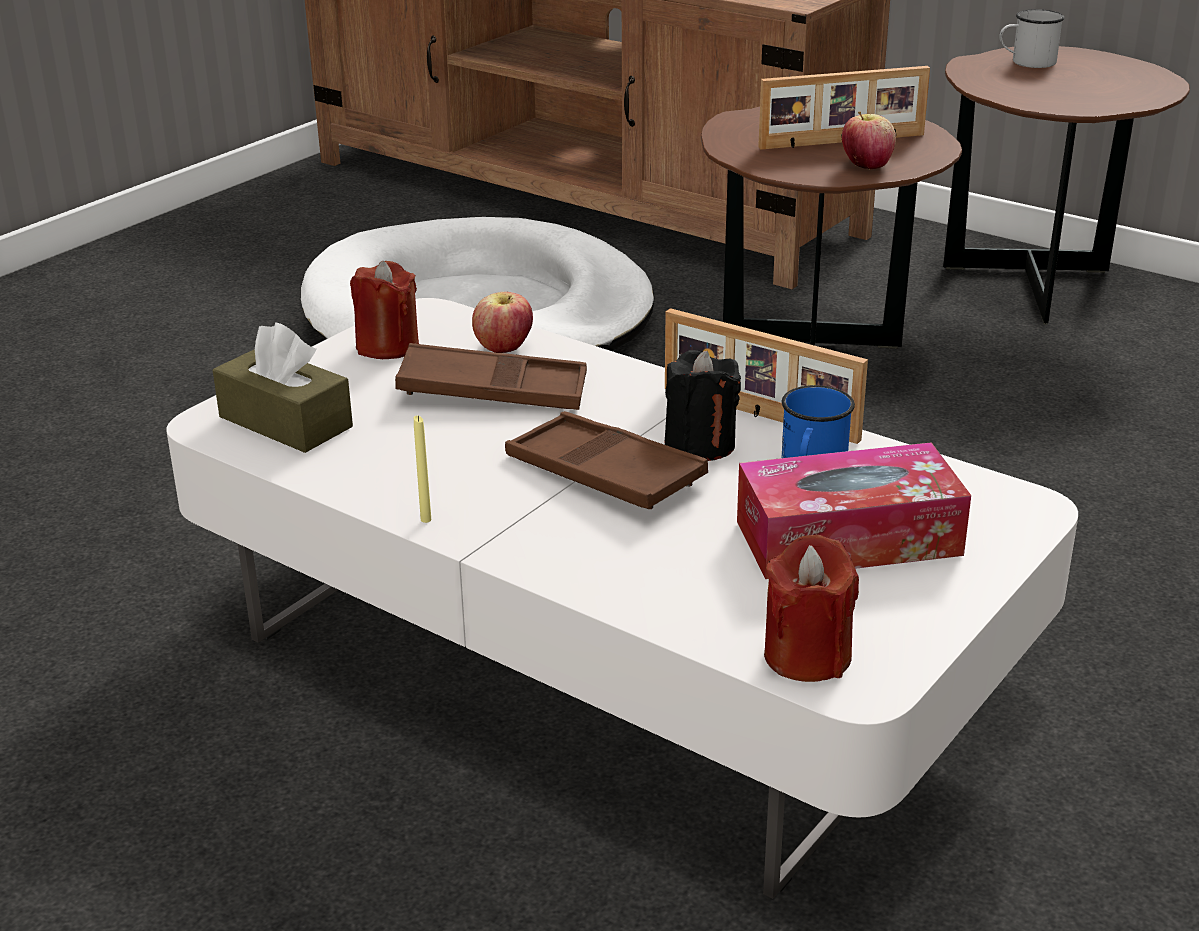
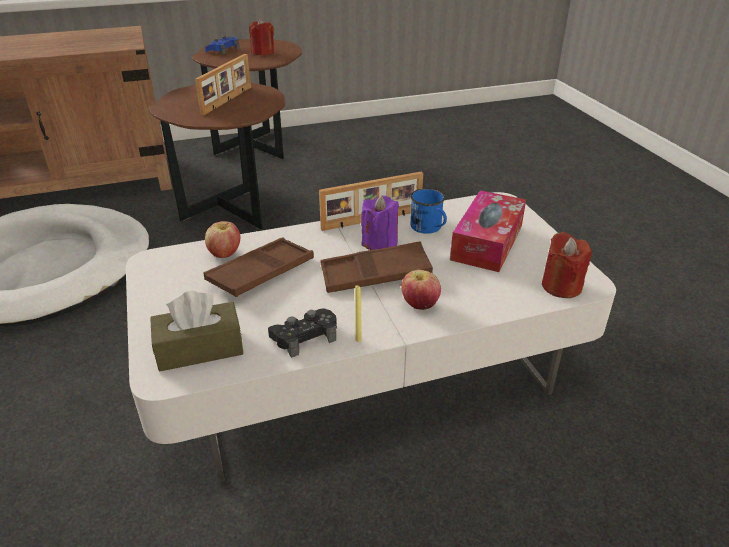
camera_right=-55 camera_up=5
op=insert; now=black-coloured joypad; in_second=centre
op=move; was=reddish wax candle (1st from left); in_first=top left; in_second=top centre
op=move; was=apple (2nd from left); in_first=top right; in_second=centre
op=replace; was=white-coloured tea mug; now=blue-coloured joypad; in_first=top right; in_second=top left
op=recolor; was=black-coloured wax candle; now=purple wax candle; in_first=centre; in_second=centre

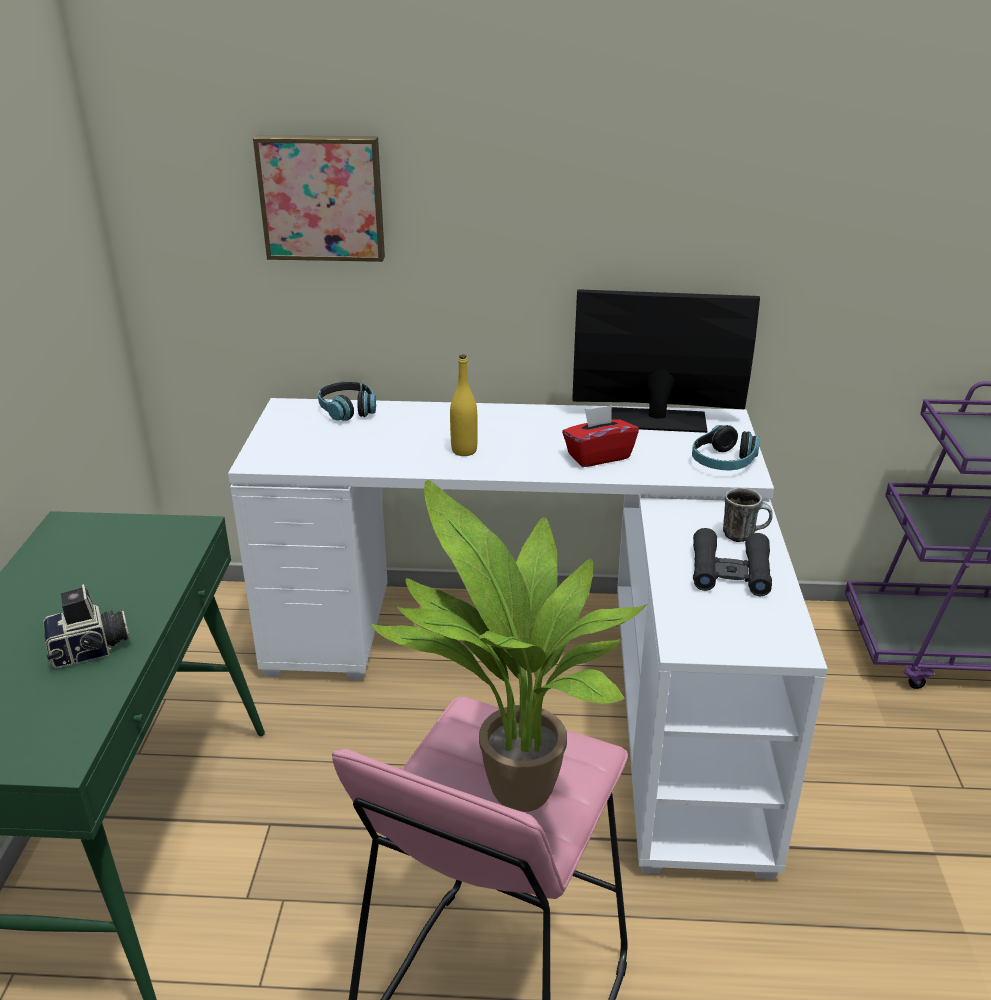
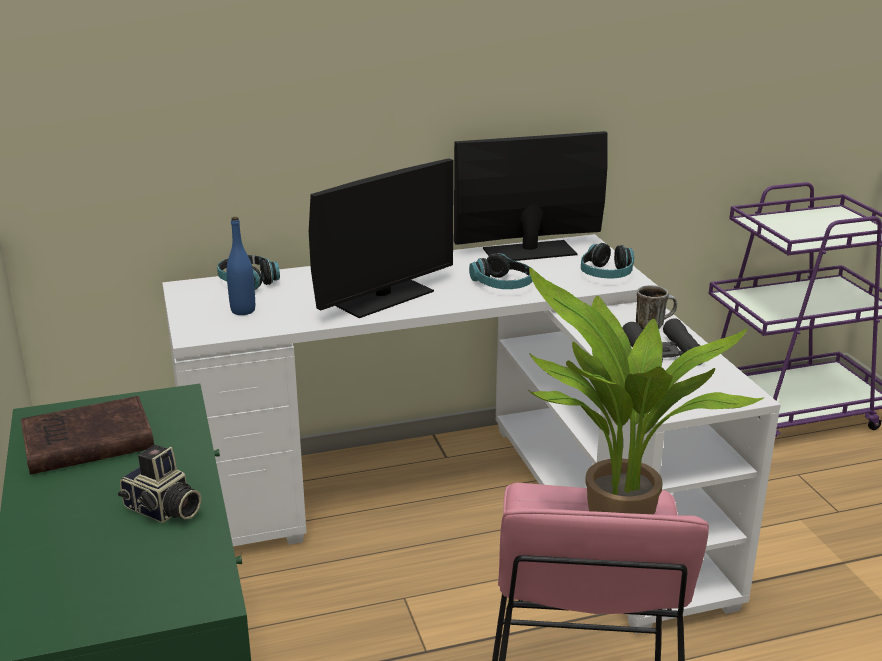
camera_right=-20 camera_up=-5
op=delete; was=wall picture; in_first=top left
op=insert; now=brownish bound book; in_second=middle left
op=insert; now=blue-coloured bottle; in_second=middle left
op=replace; was=yellowish bottle; now=monitor (1st from left); in_first=centre; in_second=centre
op=replace; was=reddish tissue box; now=headset (2nd from left); in_first=centre; in_second=centre
op=rotate; was=still camera; in_first=middle left; in_second=bottom left; clockwise=75

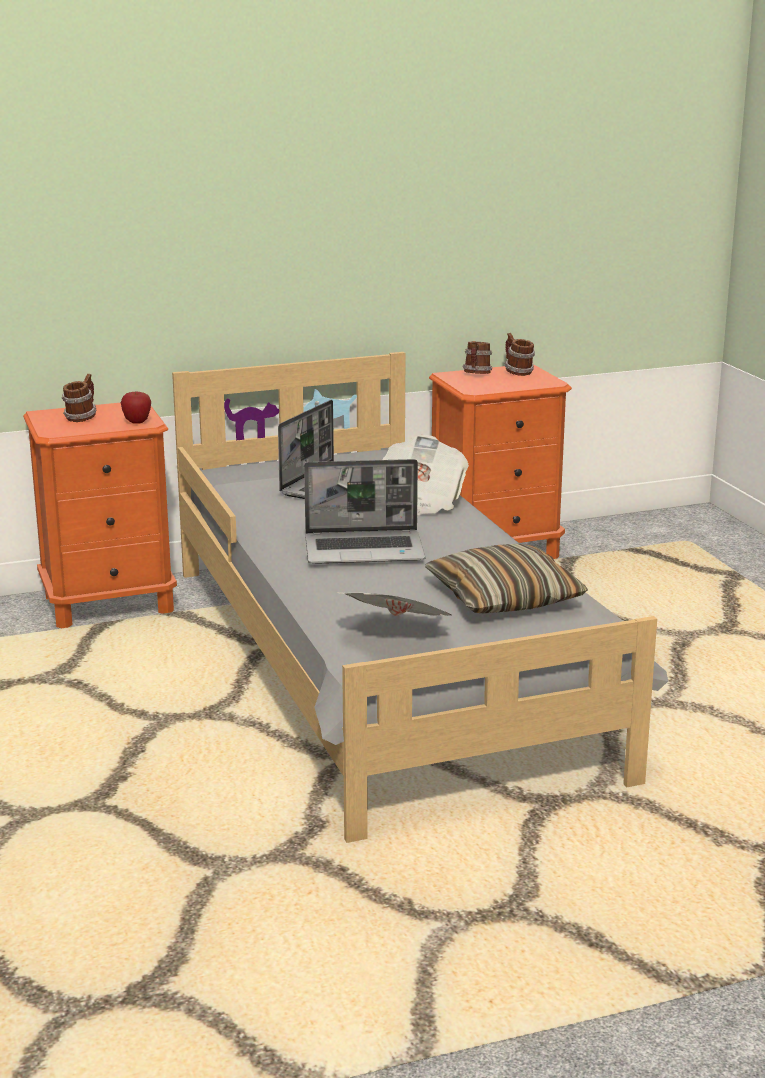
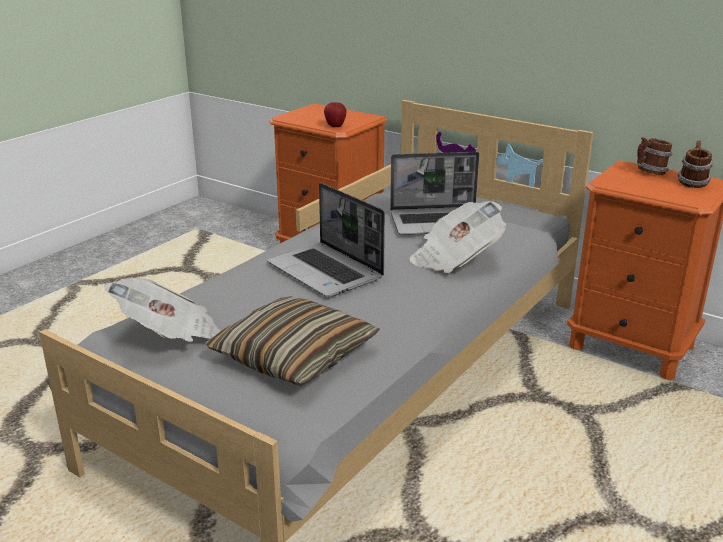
camera_right=55 camera_up=5
op=delete; was=tea mug (1st from left); in_first=middle left

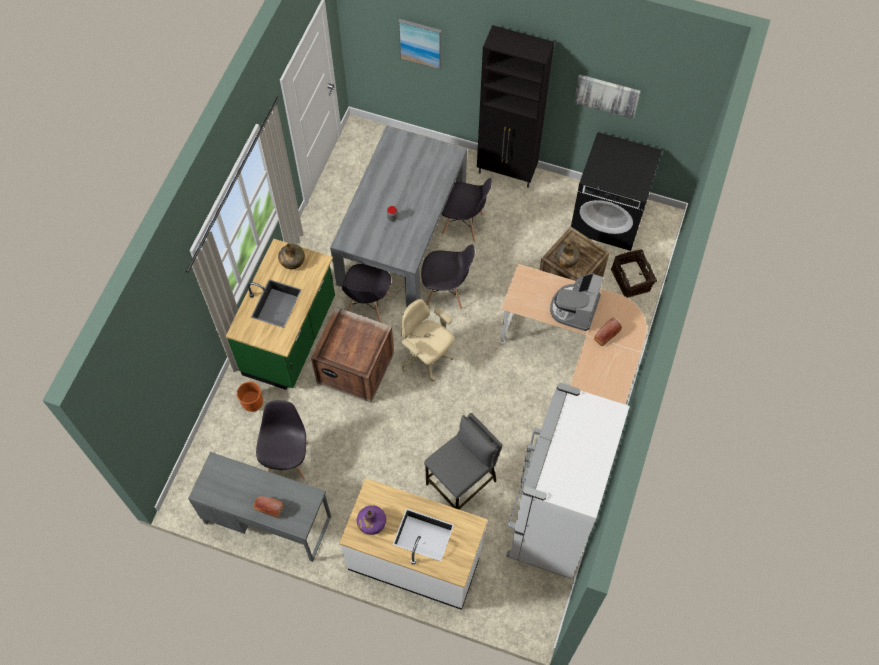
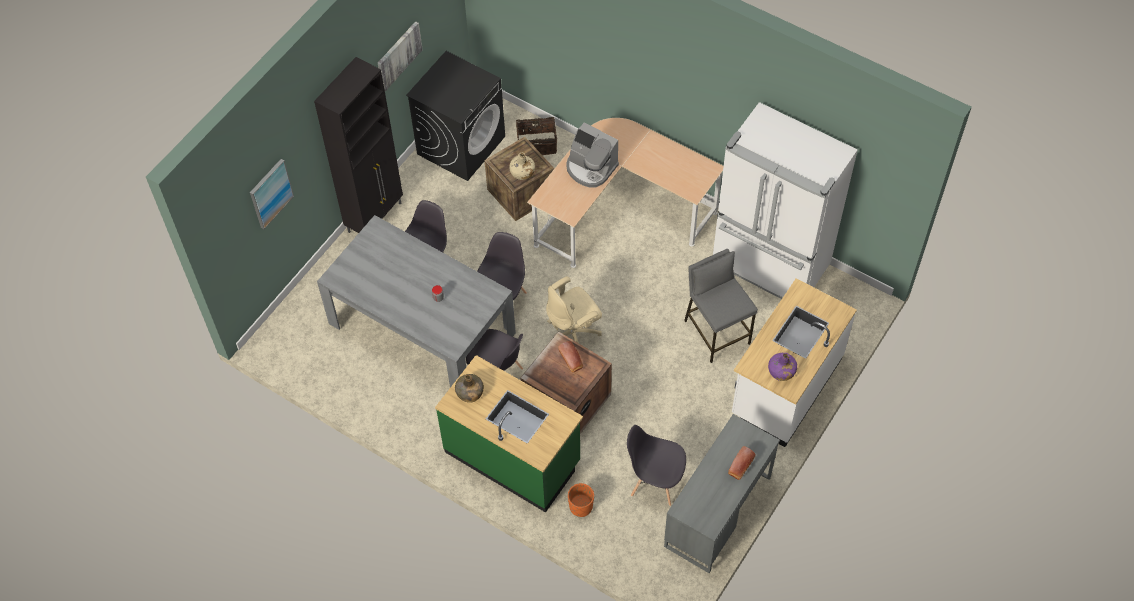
camera_right=-75 camera_up=-5
op=move; was=bread (2nd from left in the first image); now=bread (1st from left); in_first=middle right; in_second=centre
op=recolor; was=green-coloured bottle (2nd from left); now=sand-coloured bottle; in_first=centre; in_second=top centre

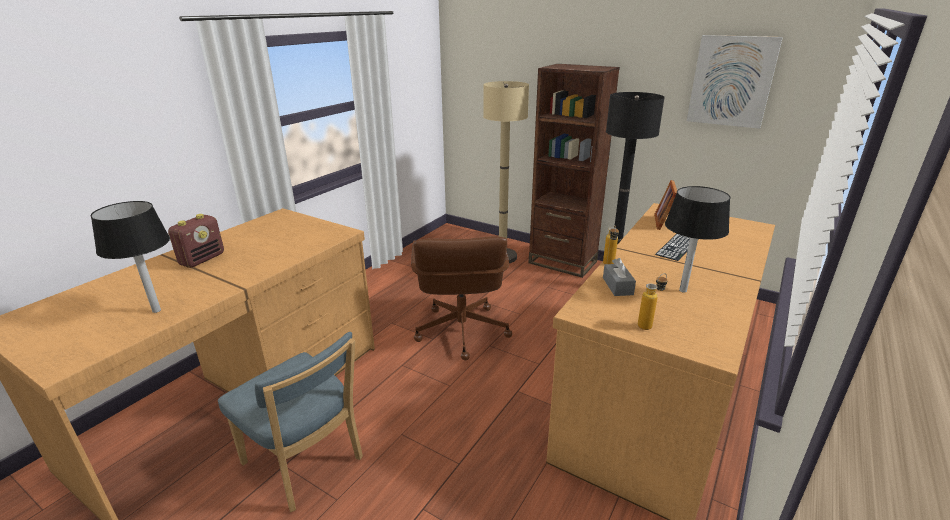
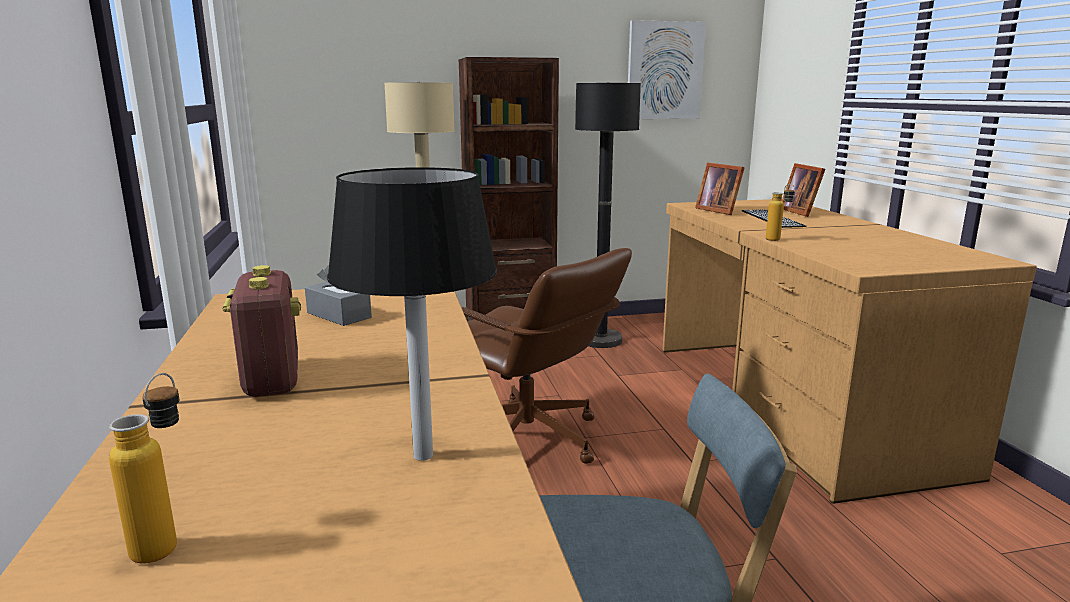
camera_right=-45 camera_up=-10
op=delete; was=black-coloured lamp for a table (2nd from left); in_first=middle right
op=insert; now=standing frame (2nd from left); in_second=top right
op=move; was=grey tissue box; in_first=centre; in_second=middle left
op=move; was=bottle (2nd from left in the first image); now=bottle (1st from left); in_first=middle right; in_second=bottom left

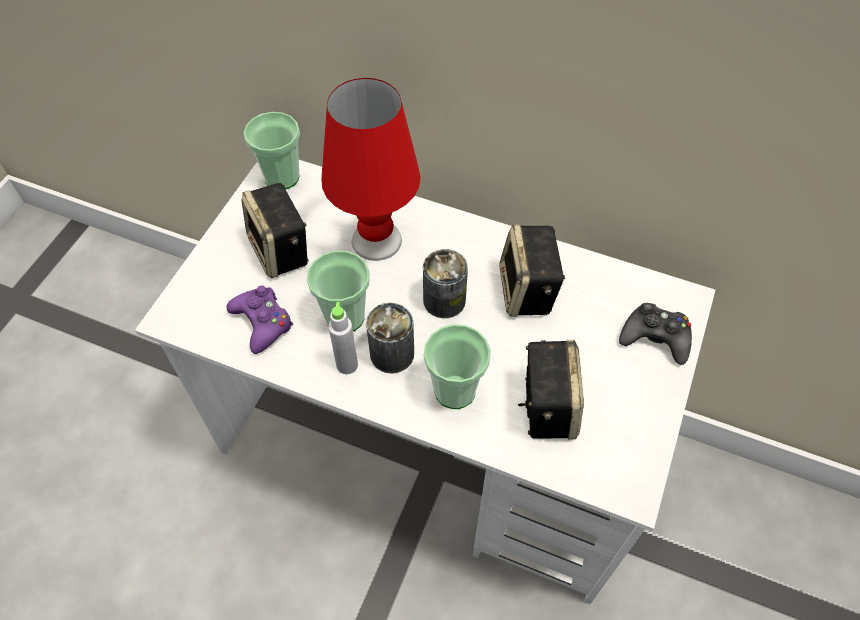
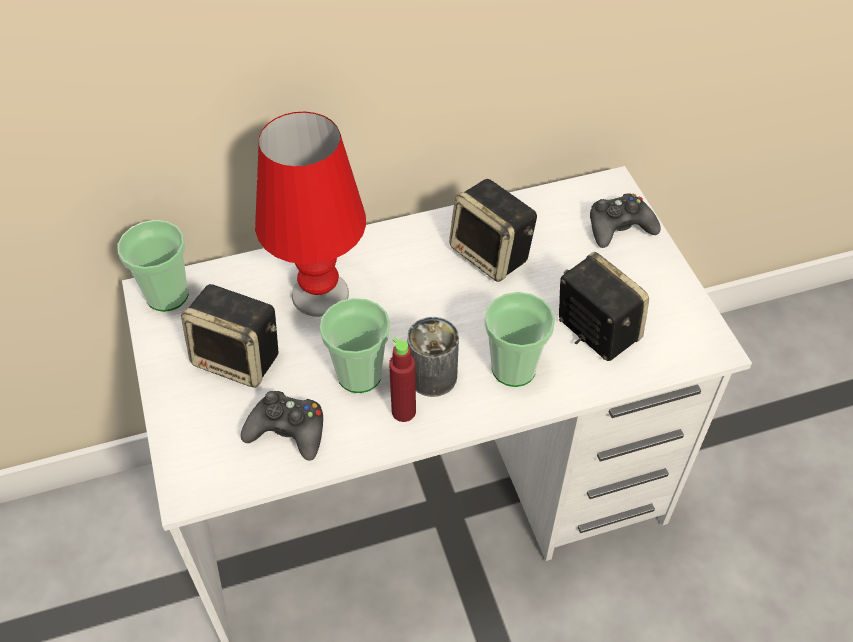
camera_right=-40 camera_up=-5
op=delete; was=metal can (2nd from left); in_first=centre
op=recolor; was=purple joypad; now=black-coloured joypad (1st from left); in_first=middle left; in_second=middle left
op=recolor; was=grey bottle; now=reddish bottle; in_first=centre; in_second=centre

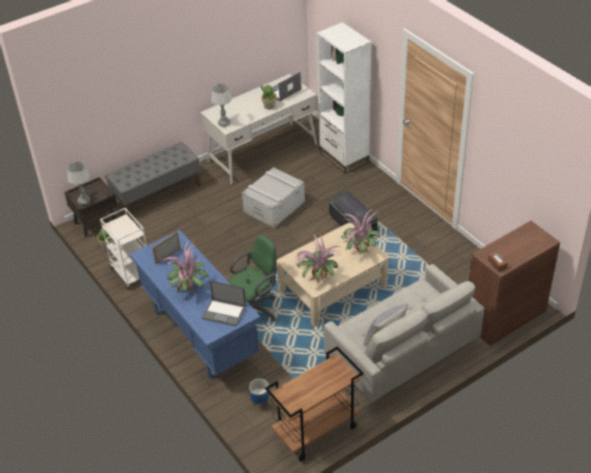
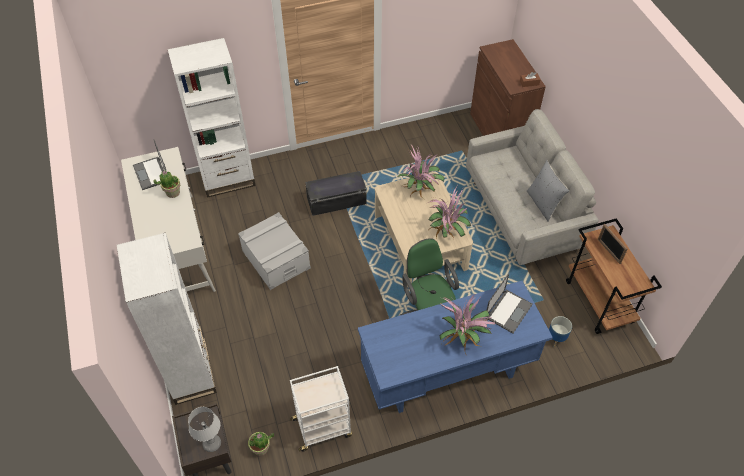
camera_right=-75 camera_up=10
op=delete; was=lamp for a table (2nd from left); in_first=top centre
op=move; was=standing frame; in_first=middle left; in_second=middle right
op=replace; was=grey indoor bench; now=white-coloured bookshelf (1st from left); in_first=middle left; in_second=bottom left

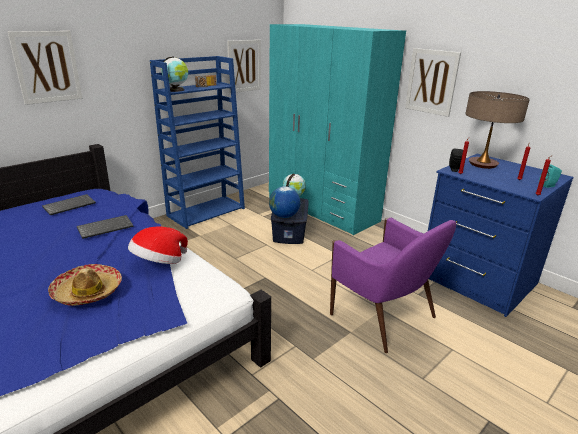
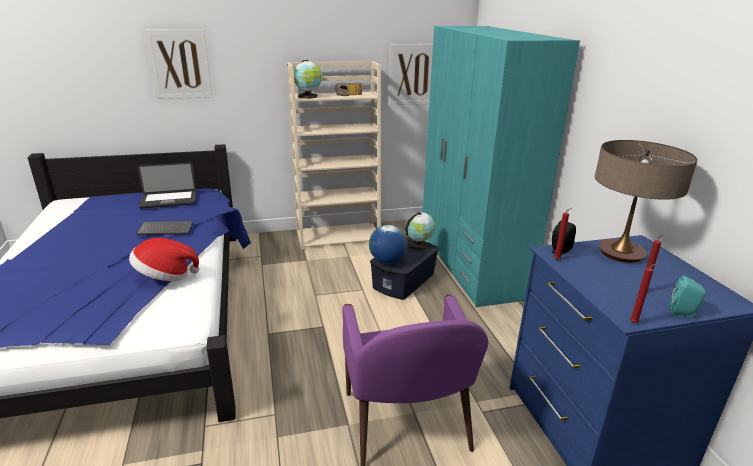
camera_right=30 camera_up=0
op=delete; was=hat (1st from left); in_first=middle left
op=delete; was=wall picture (3rd from left); in_first=top right
op=replace; was=PC keyboard (1st from left); now=portable computer; in_first=middle left; in_second=middle left
op=recolor; was=blue-coloured bookshelf; now=sand-coloured bookshelf; in_first=top centre; in_second=top centre

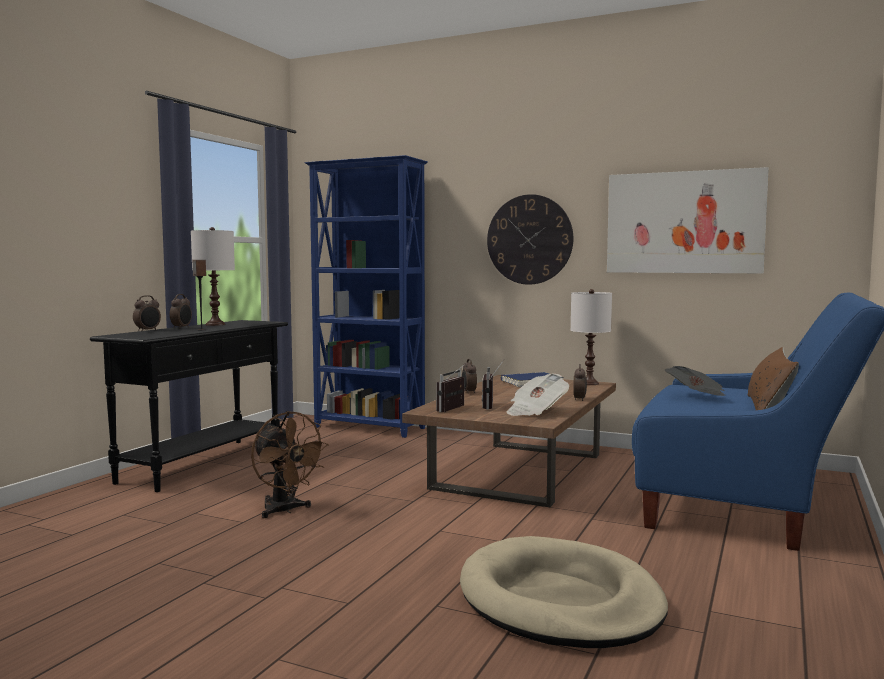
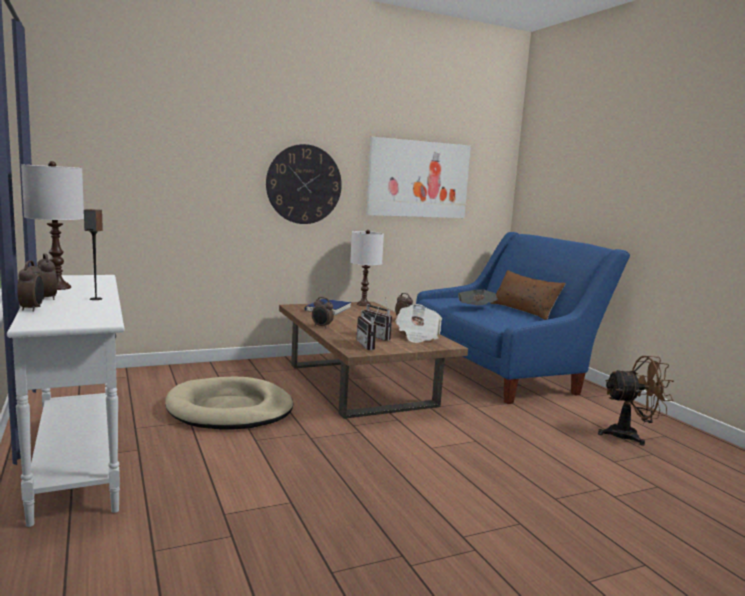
camera_right=-50 camera_up=5
op=delete; was=blue-coloured bookshelf; in_first=centre
op=move; was=brownish fan; in_first=bottom left; in_second=bottom right
op=move; was=sand-coloured pet bed; in_first=bottom centre; in_second=bottom left
op=recolor; was=black-coloured console table; now=white-coloured console table; in_first=middle left; in_second=bottom left

